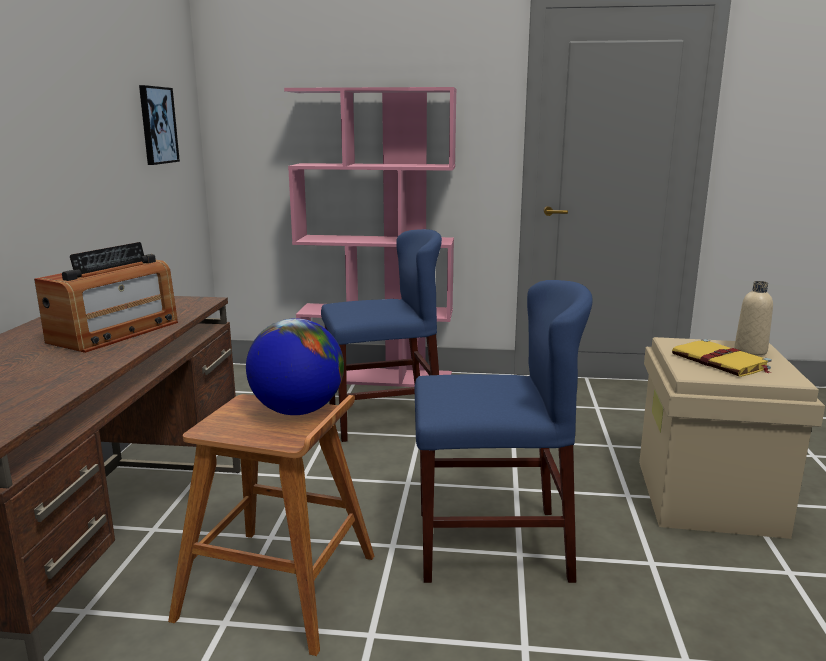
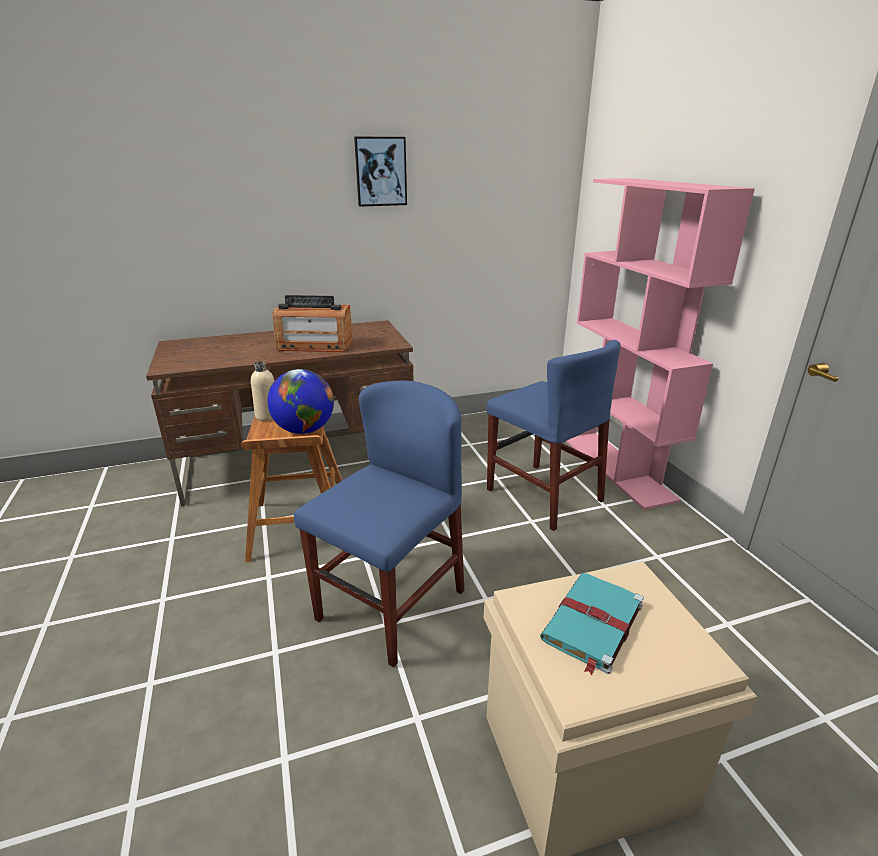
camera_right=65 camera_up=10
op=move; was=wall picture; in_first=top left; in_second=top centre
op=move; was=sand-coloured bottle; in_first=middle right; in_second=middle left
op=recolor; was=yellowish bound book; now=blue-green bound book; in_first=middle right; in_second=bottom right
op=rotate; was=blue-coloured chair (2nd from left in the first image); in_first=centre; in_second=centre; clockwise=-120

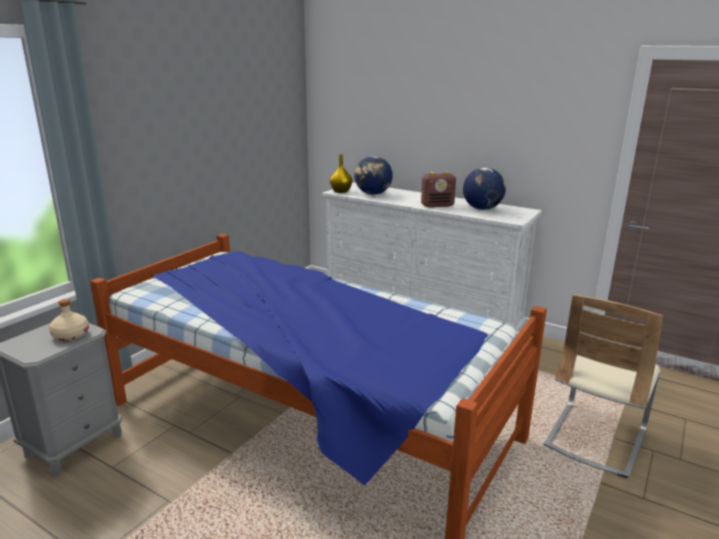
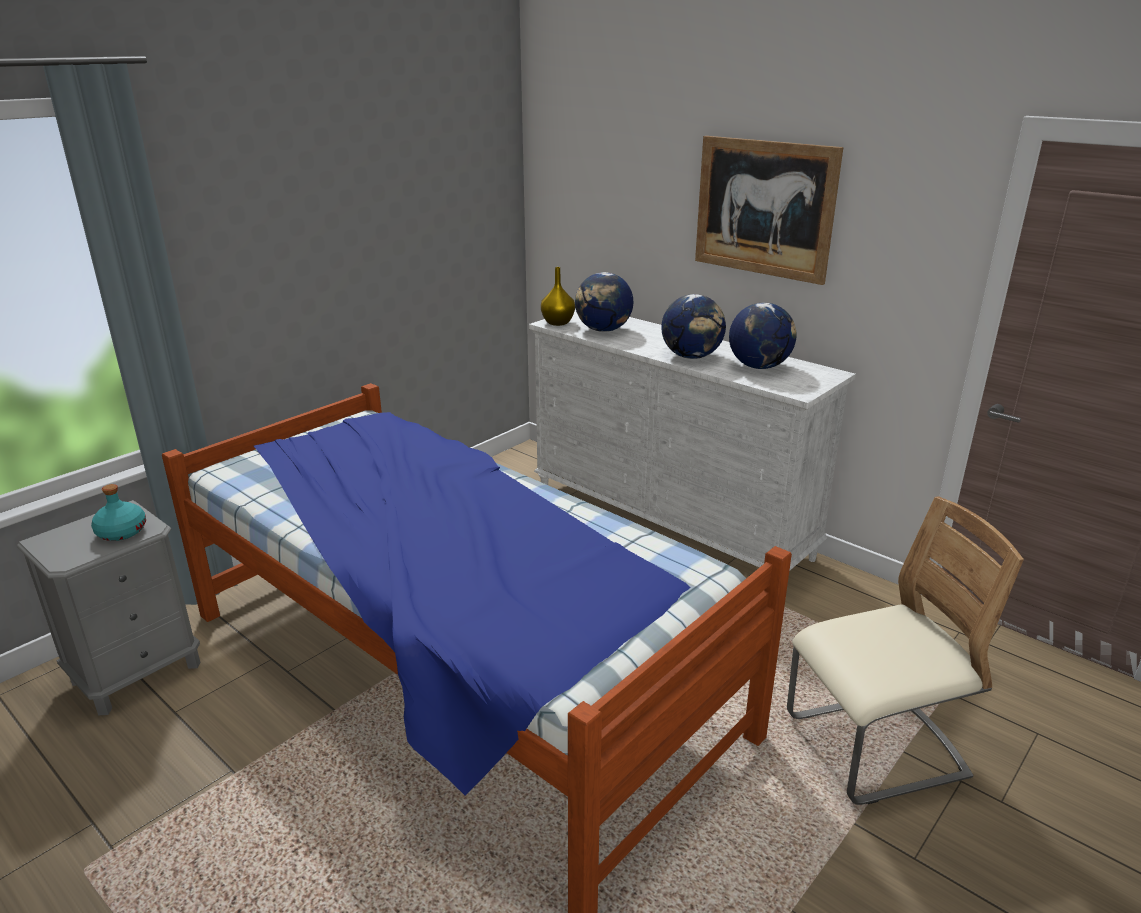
camera_right=10 camera_up=5
op=insert; now=wall picture; in_second=top right
op=replace; was=radio receiver; now=globe (2nd from left); in_first=centre; in_second=centre
op=recolor; was=sand-coloured bottle; now=blue-green bottle; in_first=middle left; in_second=middle left
op=rotate; was=sand-coloured chair; in_first=bottom right; in_second=bottom right; clockwise=-150

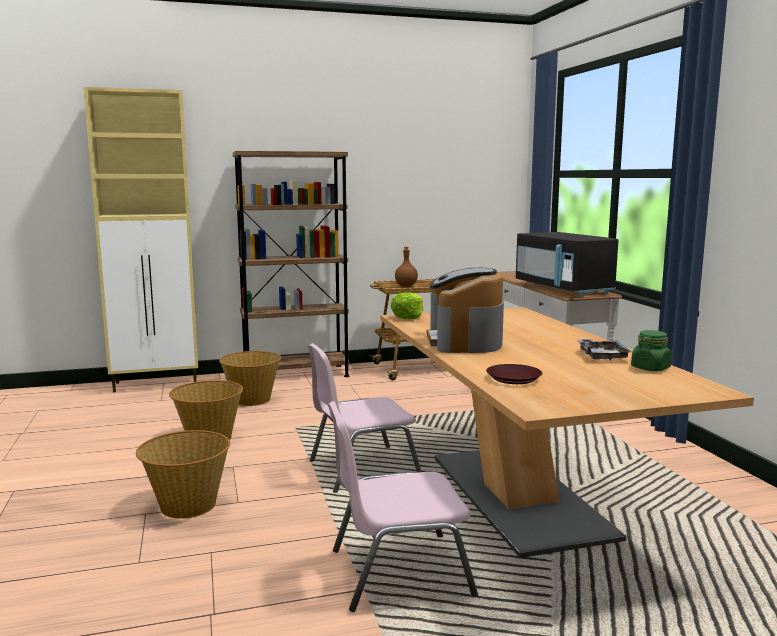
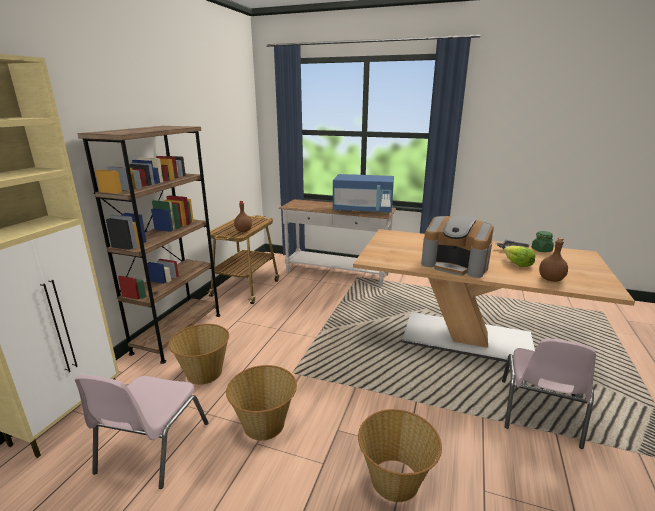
camera_right=-55 camera_up=10
op=move; was=pinkish chair (1st from left); in_first=centre; in_second=bottom left
op=move; was=lettuce head; in_first=centre; in_second=middle right
op=replace; was=brownish dinner plate; now=brownish bottle (2nd from left); in_first=centre; in_second=middle right
op=recolor; was=black-coloured microwave; now=blue-coloured microwave; in_first=middle right; in_second=centre

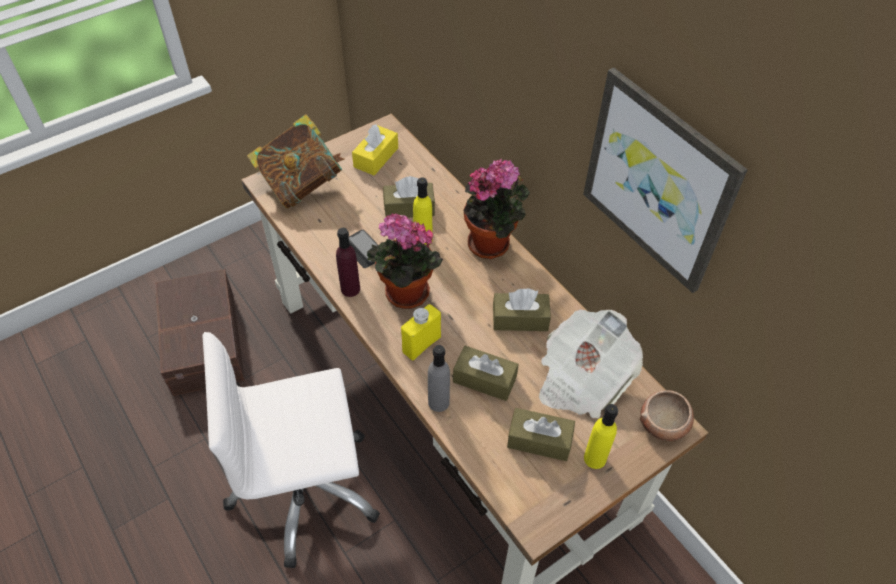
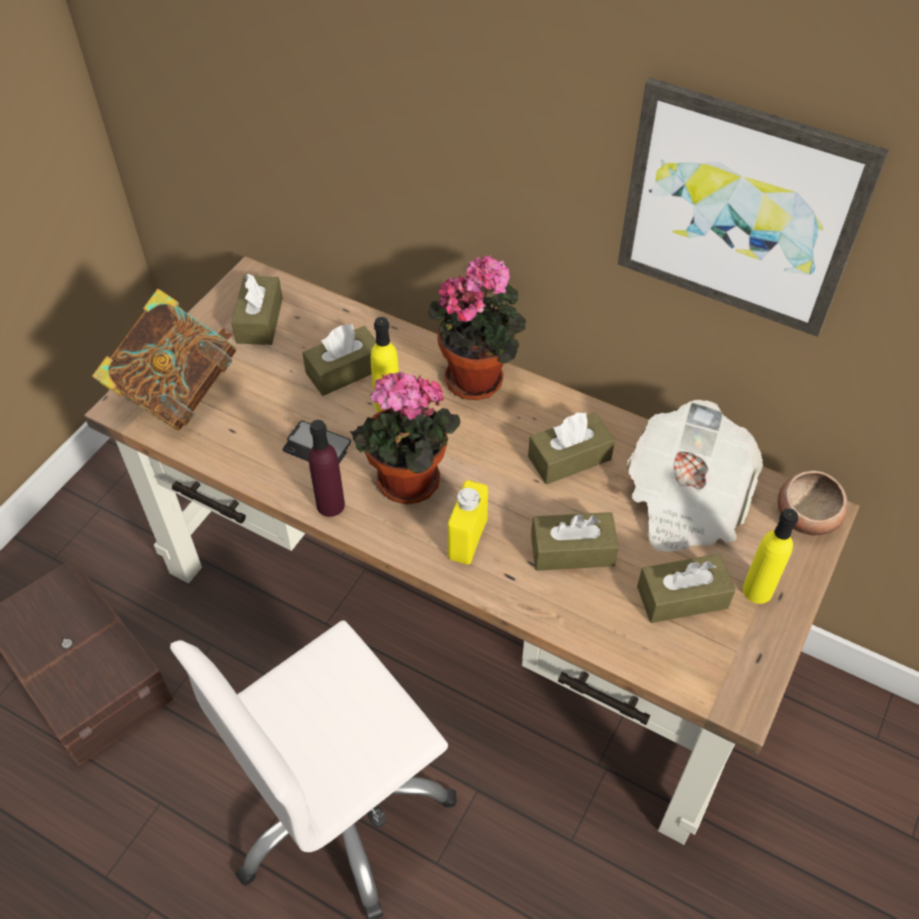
camera_right=-25 camera_up=0
op=delete; was=grey bottle; in_first=centre
op=recolor; was=yellowish tissue box; now=brownish tissue box (1st from left); in_first=top centre; in_second=middle left

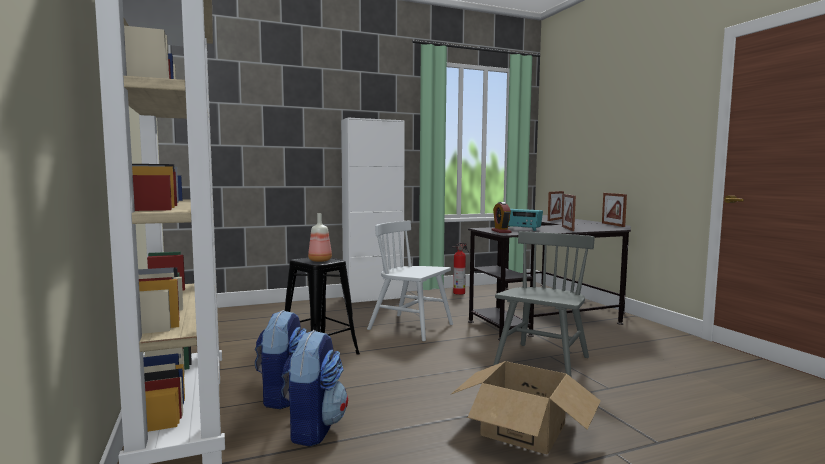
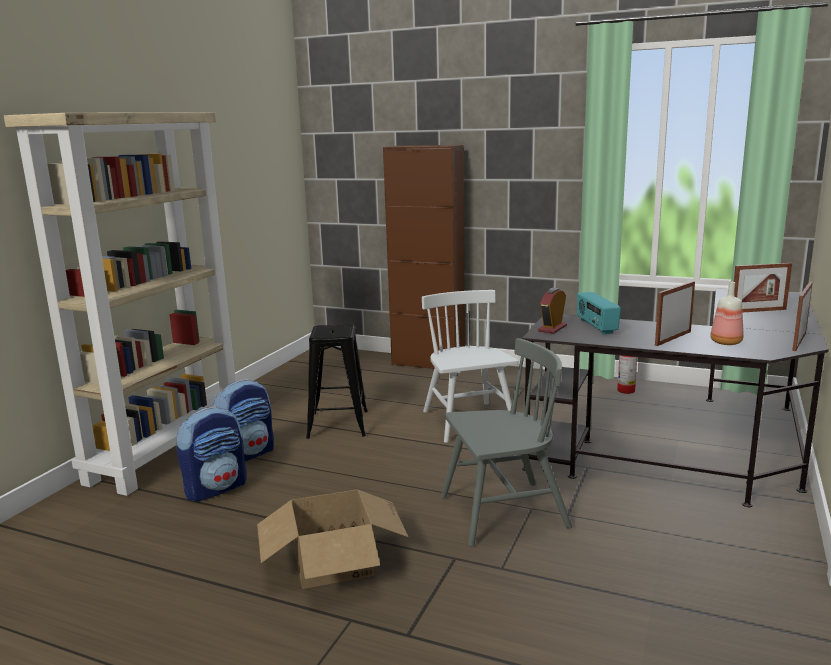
camera_right=45 camera_up=10
op=delete; was=white-coloured cupboard; in_first=centre
op=insert; now=brownish cupboard; in_second=centre
op=move; was=bottle; in_first=centre; in_second=middle right

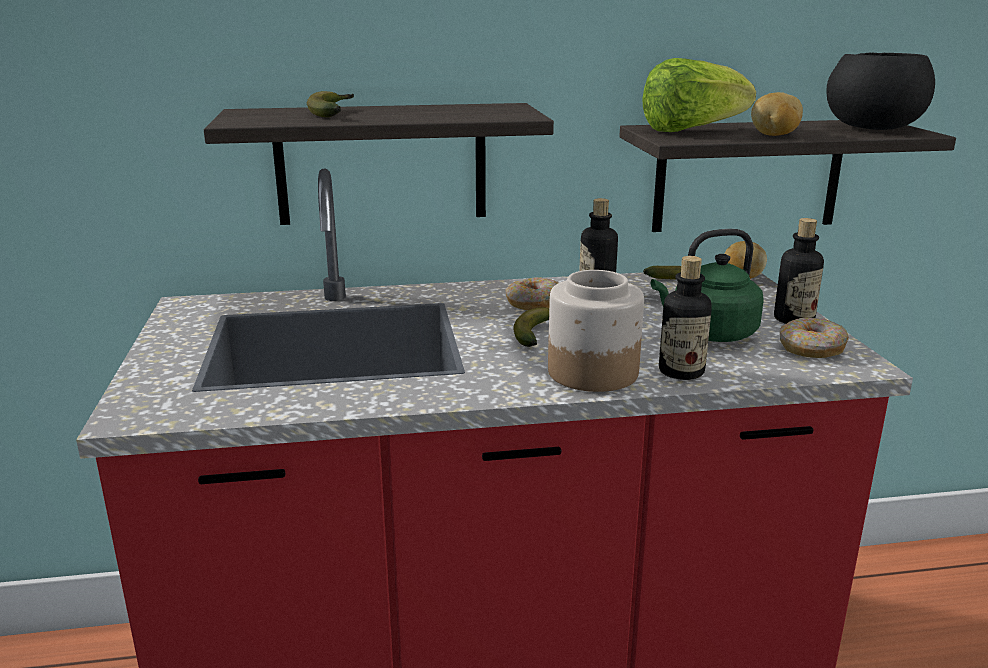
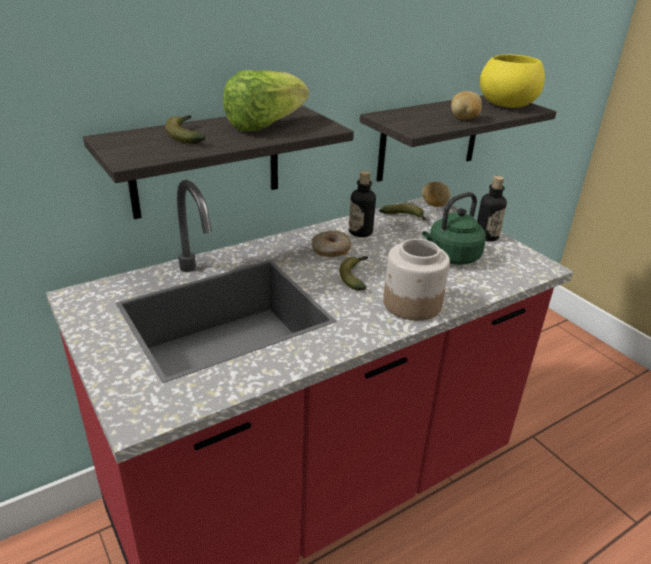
camera_right=-25 camera_up=10
op=delete; was=bottle (2nd from left); in_first=middle right
op=delete; was=ring doughnut (2nd from left); in_first=middle right
op=move; was=lettuce head; in_first=top right; in_second=top centre
op=recolor; was=black-coloured bowl; now=yellowish bowl; in_first=top right; in_second=top right

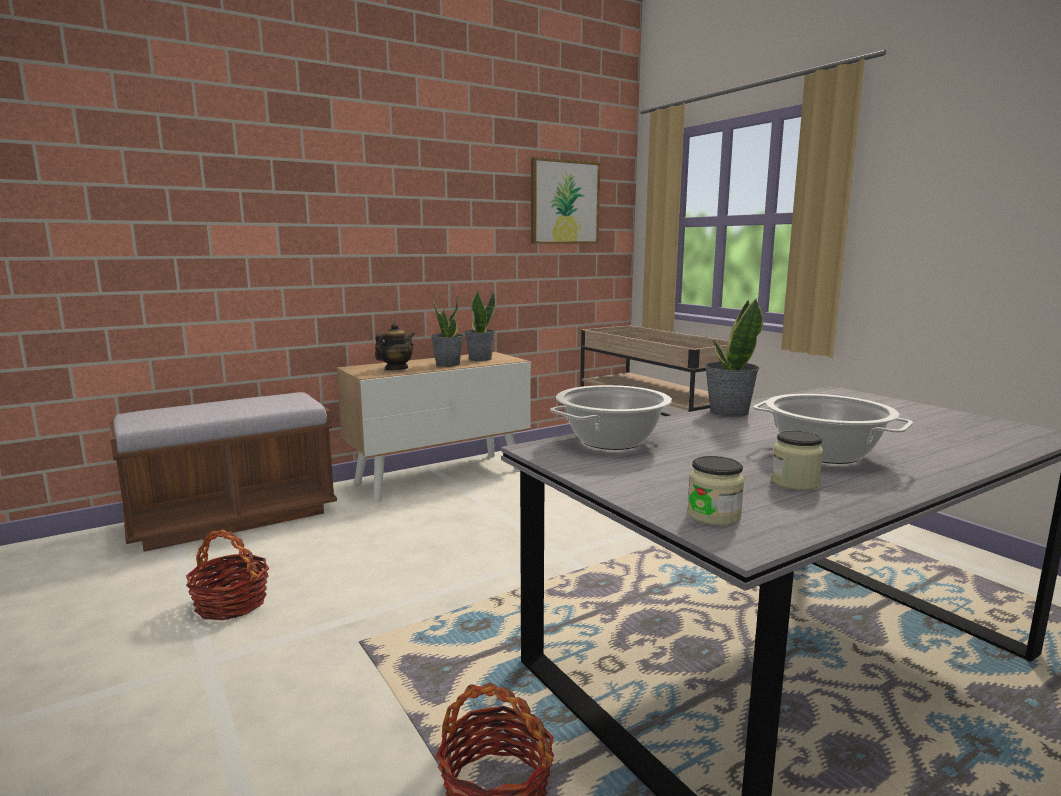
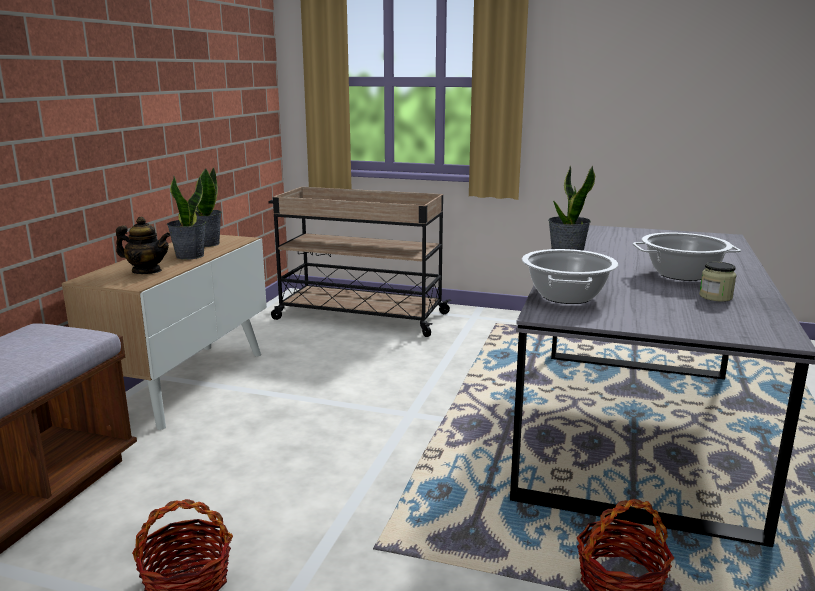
camera_right=-40 camera_up=5
op=delete; was=wall picture; in_first=top centre
op=delete; was=preserve jar (1st from left); in_first=middle right
op=rotate; was=pot for tea; in_first=centre; in_second=middle left; clockwise=105

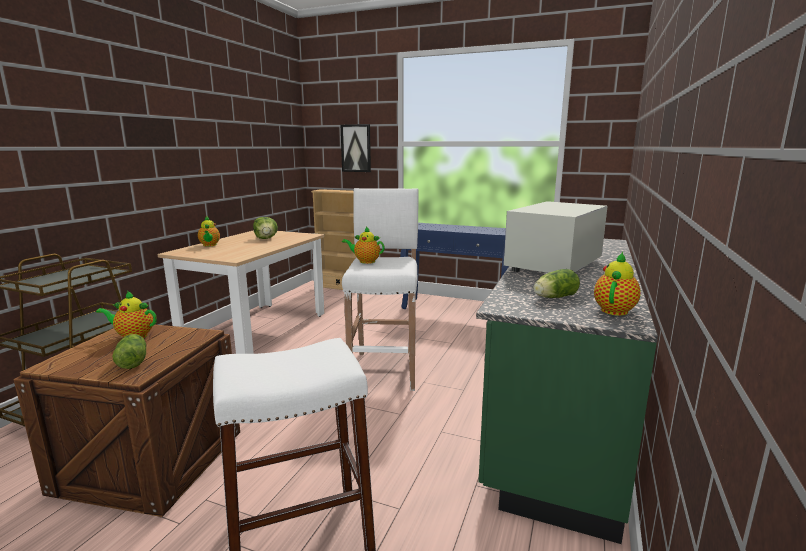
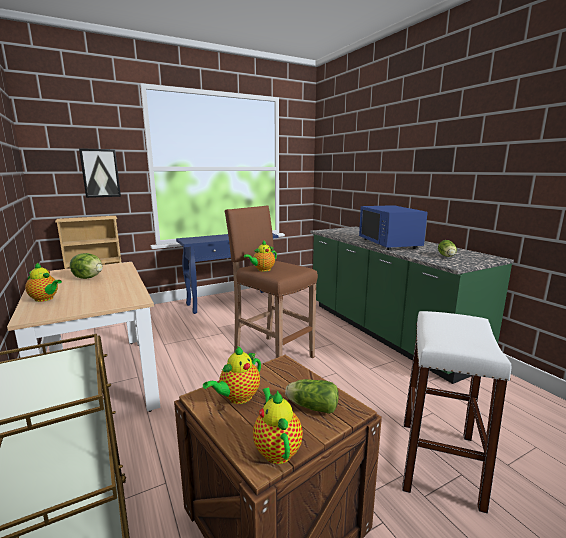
camera_right=-50 camera_up=0
op=move; was=pot for tea (4th from left); in_first=middle right; in_second=bottom centre
op=recolor; was=white-coloured stool seat (2nd from left); now=brownish stool seat; in_first=centre; in_second=centre
op=recolor; was=white-coloured microwave; now=blue-coloured microwave; in_first=middle right; in_second=middle right

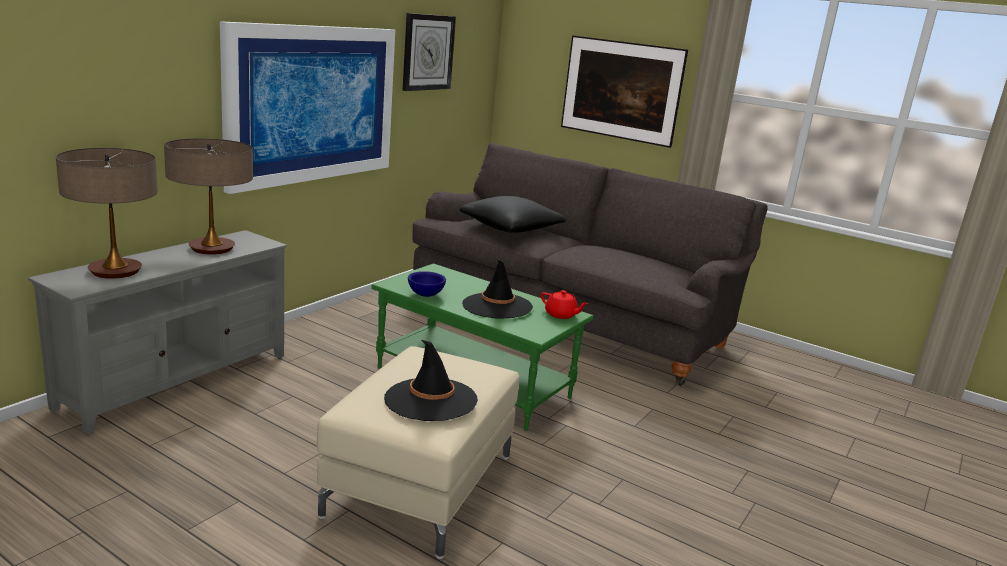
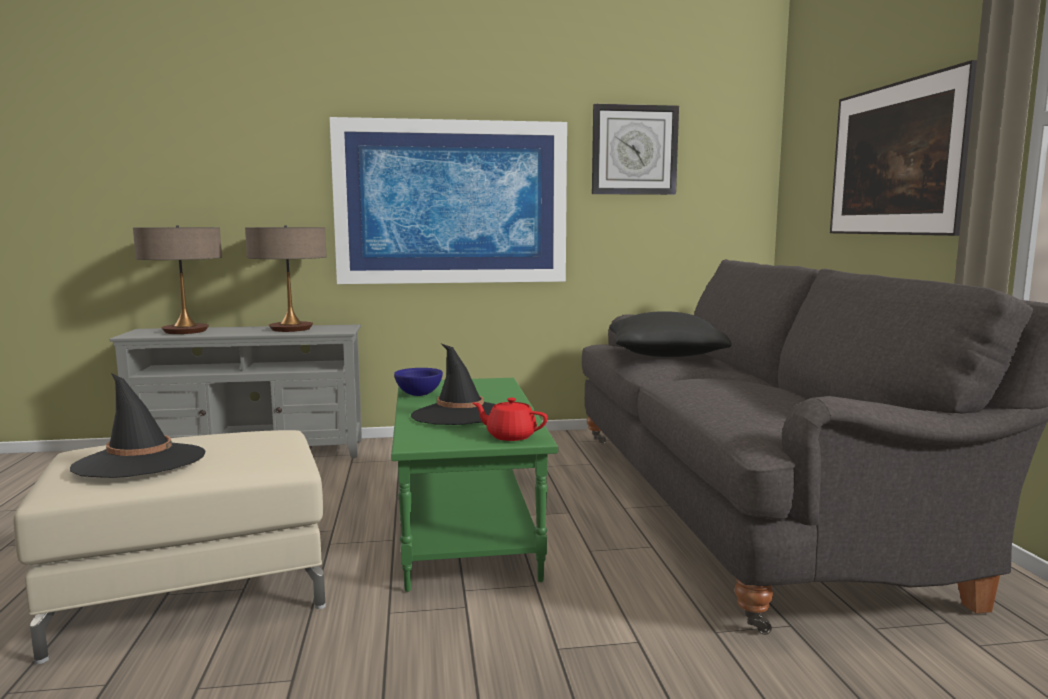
camera_right=50 camera_up=-10
op=rotate; was=reddish pot for tea; in_first=centre; in_second=centre; clockwise=120

